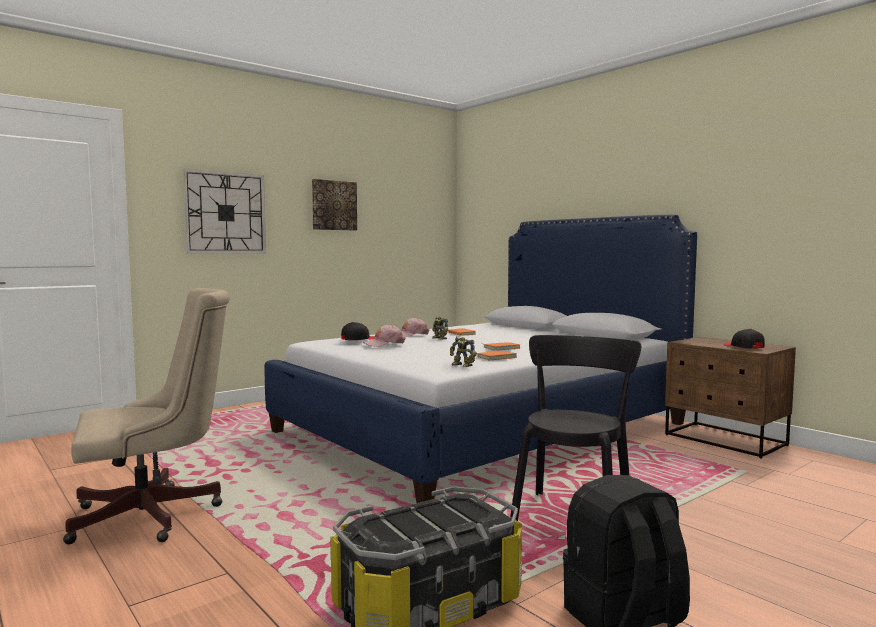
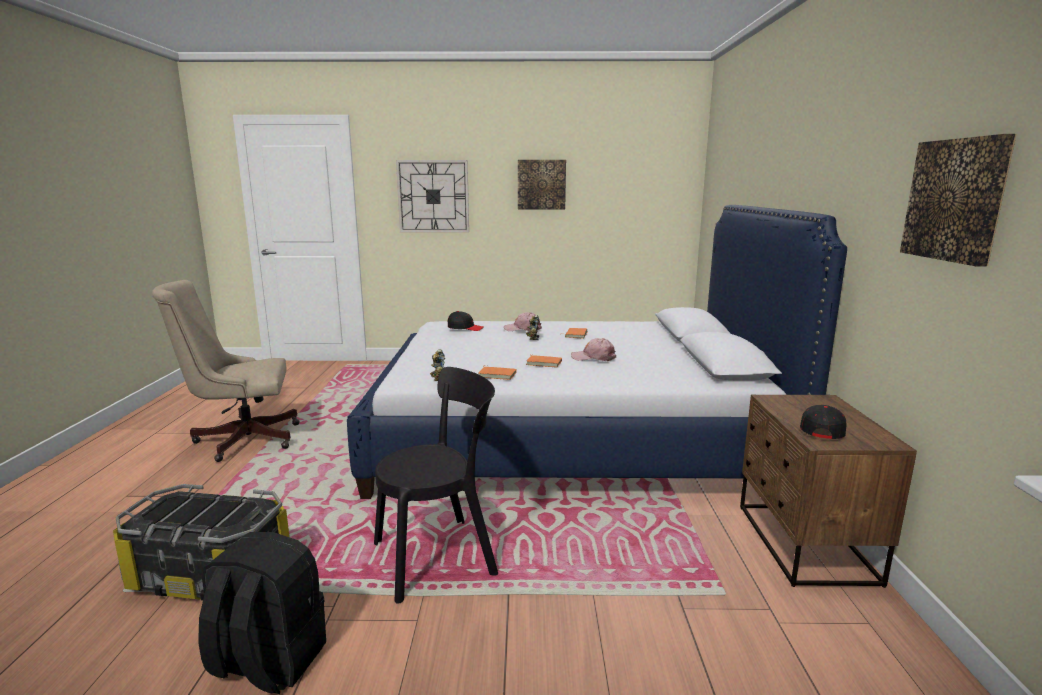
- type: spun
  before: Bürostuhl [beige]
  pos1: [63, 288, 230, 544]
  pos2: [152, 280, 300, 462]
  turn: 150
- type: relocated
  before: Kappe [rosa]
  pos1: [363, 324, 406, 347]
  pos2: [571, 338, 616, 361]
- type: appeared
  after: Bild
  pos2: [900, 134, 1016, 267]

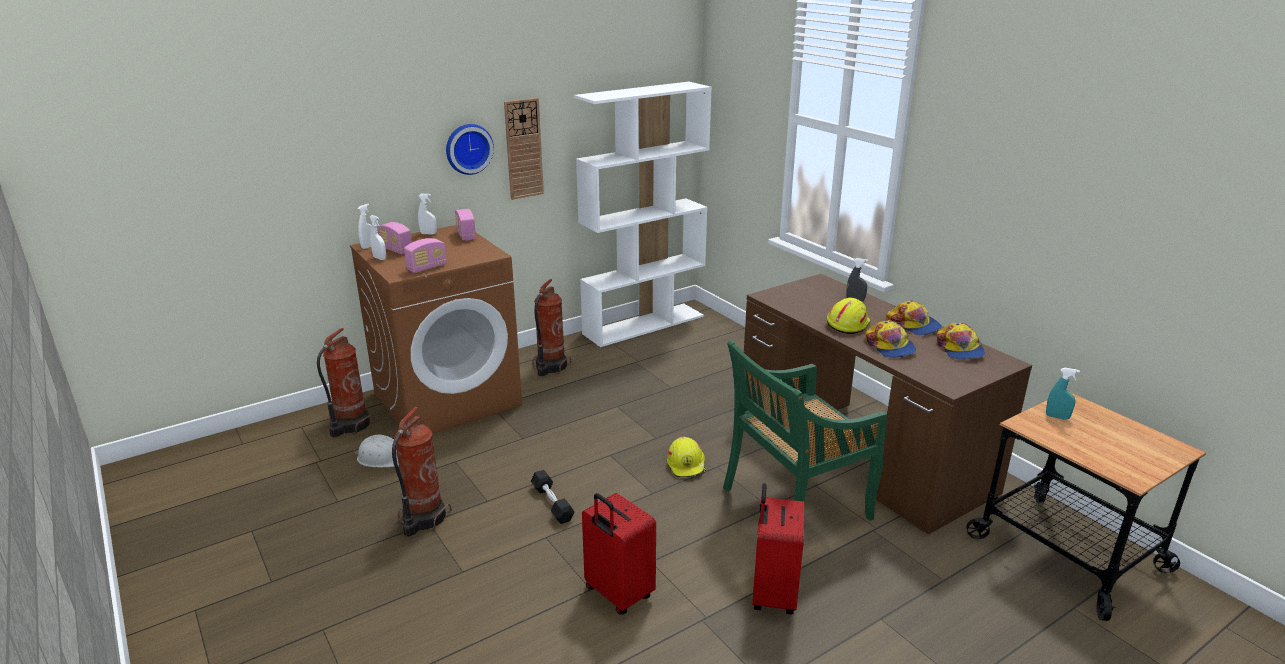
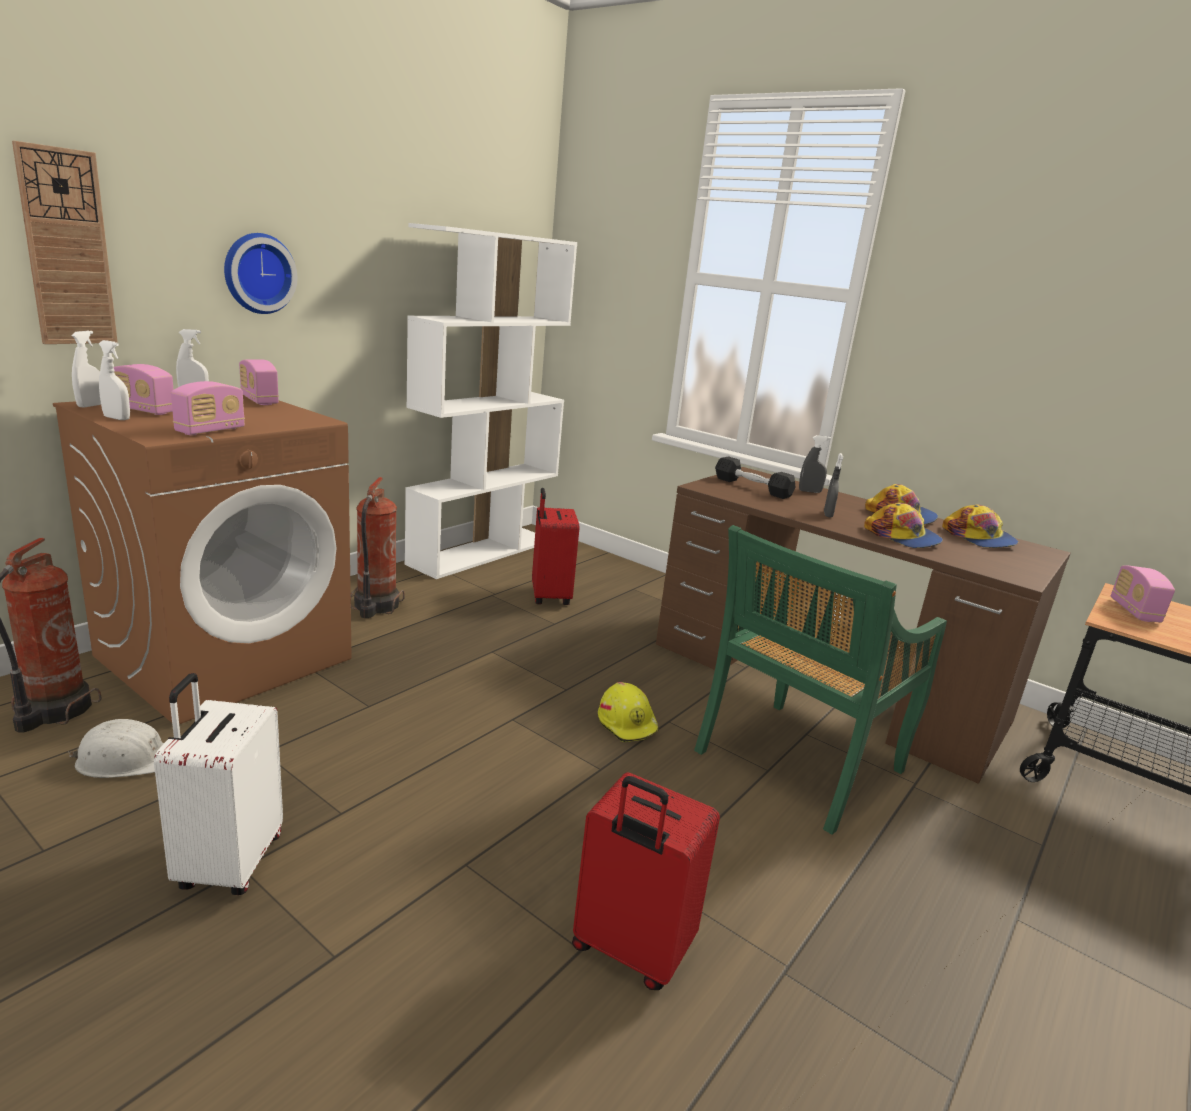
- type: relocated
  before: Wanduhr
  pos1: [504, 98, 544, 200]
  pos2: [12, 141, 118, 344]
- type: exchanged
  before: Schutzhelm [gelb]
  after: Sprühflasche [grau]
  pos1: [827, 298, 870, 334]
  pos2: [824, 453, 843, 518]
- type: exchanged
  before: Sprühflasche [türkis]
  after: Radio
  pos1: [1046, 368, 1080, 419]
  pos2: [1111, 565, 1175, 623]
- type: exchanged
  before: Feuerlöscher
  after: Koffer [weiß]
  pos1: [392, 407, 451, 536]
  pos2: [154, 673, 283, 895]
- type: relocated
  before: Hantel [schwarz]
  pos1: [531, 470, 575, 524]
  pos2: [715, 456, 795, 499]
- type: relocated
  before: Koffer [rot]
  pos1: [752, 483, 804, 614]
  pos2: [532, 488, 579, 605]

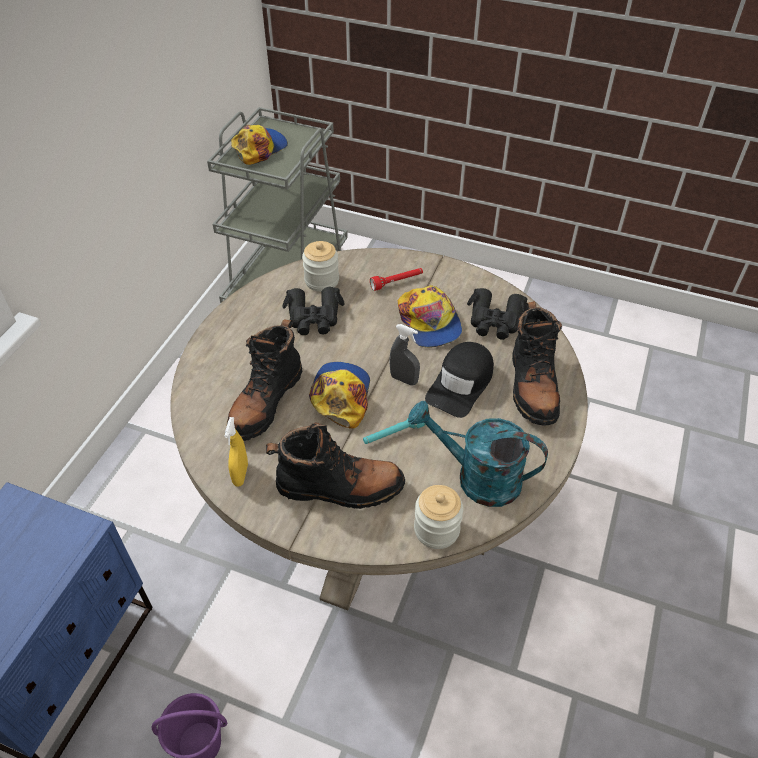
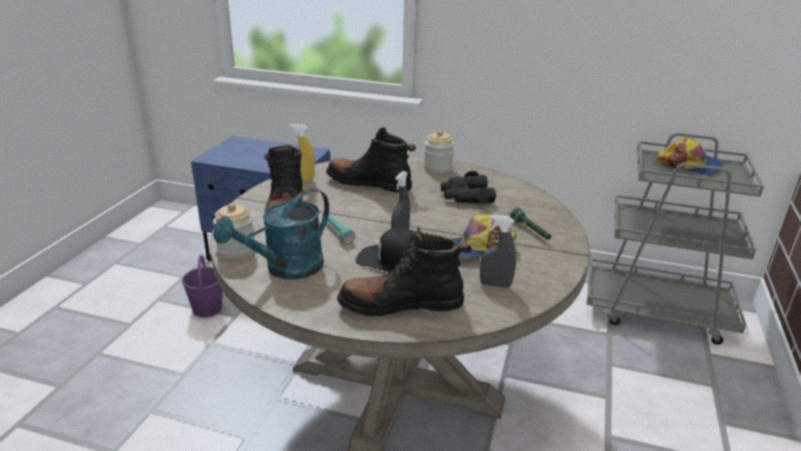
- type: relocated
  before: Vorratsglas
  pos1: [302, 241, 339, 292]
  pos2: [424, 130, 454, 173]
- type: colour
  before: Taschenlampe [rot]
  after: Taschenlampe [grün]
  pos1: [370, 268, 423, 291]
  pos2: [510, 208, 551, 240]
- type: exchanged
  before: Fernglas [schwarz]
  after: Sprühflasche [grau]
  pos1: [467, 288, 528, 340]
  pos2: [480, 215, 516, 288]
- type: missing
  before: Kappe
  pos1: [309, 362, 370, 429]
- type: spun
  before: Gießkanne [türkis]
  pos1: [408, 401, 548, 507]
  pos2: [213, 188, 329, 280]
  turn: -150

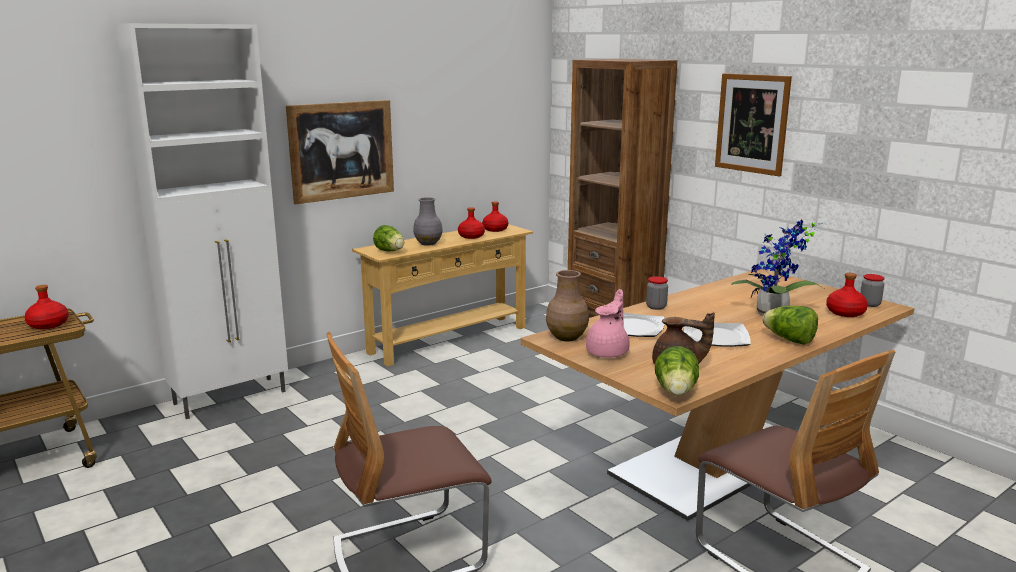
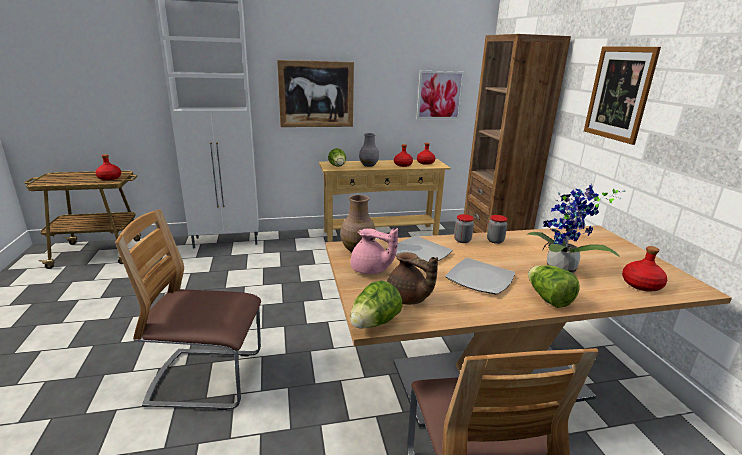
- type: relocated
  before: Vorratsglas
  pos1: [860, 274, 885, 307]
  pos2: [487, 215, 508, 244]
- type: spun
  before: Teekanne [rosa]
  pos1: [586, 289, 630, 358]
  pos2: [351, 228, 398, 274]
  turn: 60
- type: appeared
  after: Bild
  pos2: [416, 71, 464, 119]

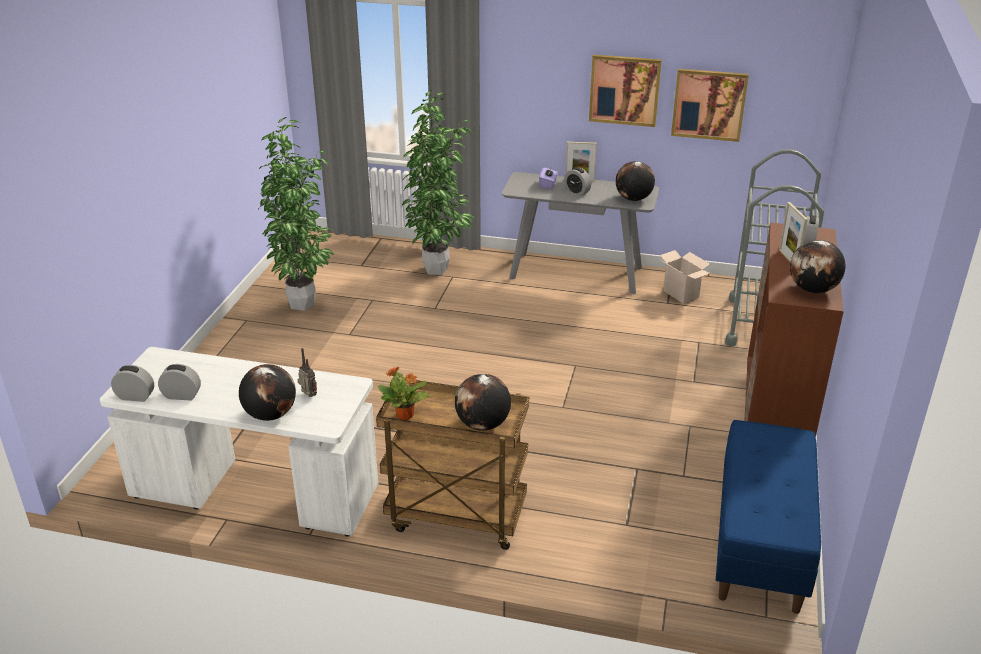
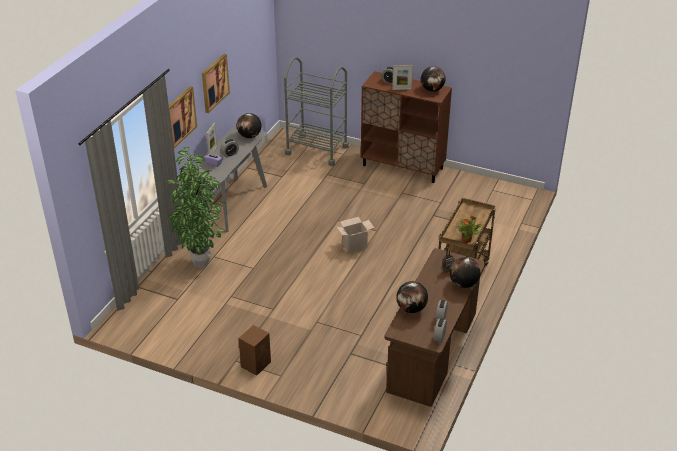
- type: relocated
  before: Bild
  pos1: [671, 69, 749, 142]
  pos2: [169, 86, 197, 149]
- type: missing
  before: Topfpflanze
  pos1: [258, 117, 334, 311]
- type: relocated
  before: Karton
  pos1: [660, 250, 710, 304]
  pos2: [337, 217, 374, 253]
- type: colour
  before: Schreibtisch [weiß]
  after: Schreibtisch [braun]
  pos1: [100, 347, 378, 536]
  pos2: [385, 248, 486, 407]
- type: relocated
  before: Globus
  pos1: [455, 374, 511, 431]
  pos2: [396, 281, 428, 313]
- type: missing
  before: Bank [blau]
  pos1: [716, 420, 821, 614]
- type: appeared
  after: Lautsprecher [braun]
  pos2: [238, 325, 271, 376]

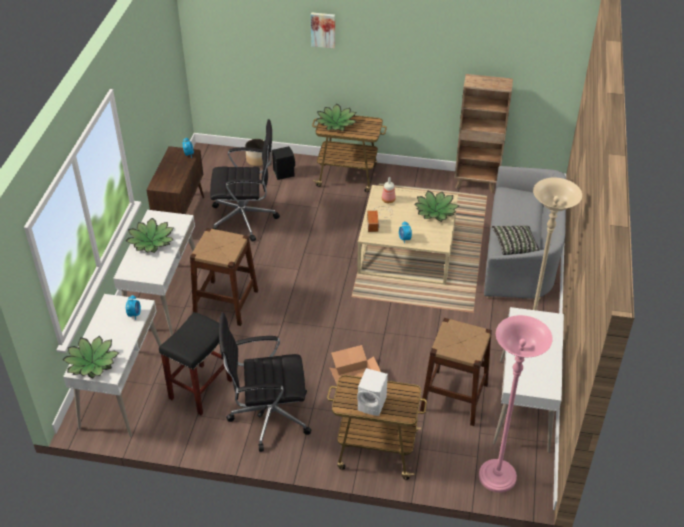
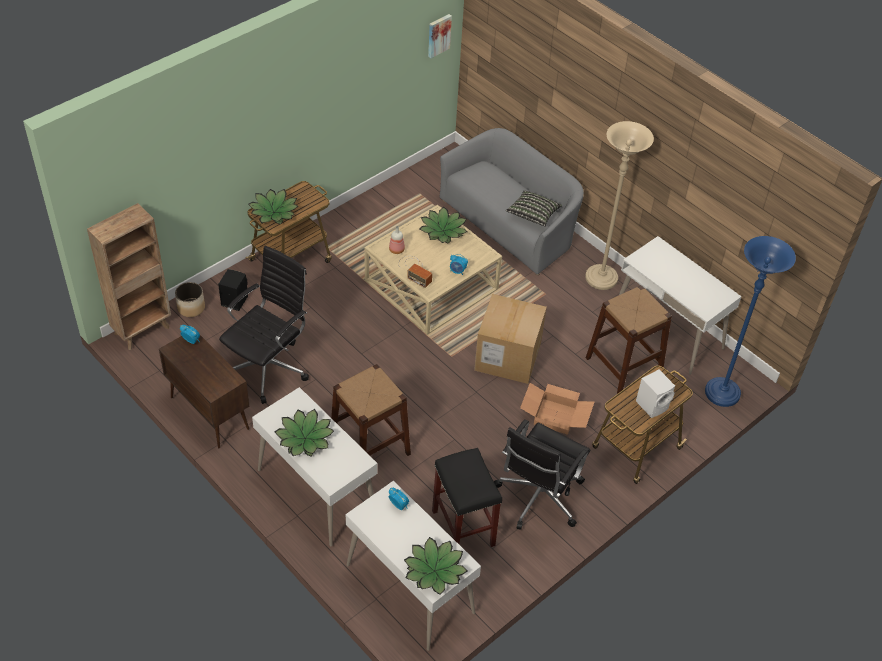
- type: relocated
  before: Bild
  pos1: [311, 12, 335, 49]
  pos2: [428, 14, 452, 58]
- type: relocated
  before: Bücherregal [braun]
  pos1: [454, 74, 513, 193]
  pos2: [87, 203, 171, 350]
- type: colour
  before: Stehlampe [rosa]
  after: Stehlampe [blau]
  pos1: [479, 315, 553, 493]
  pos2: [705, 236, 796, 407]
- type: appeared
  after: Karton
  pos2: [474, 294, 547, 384]

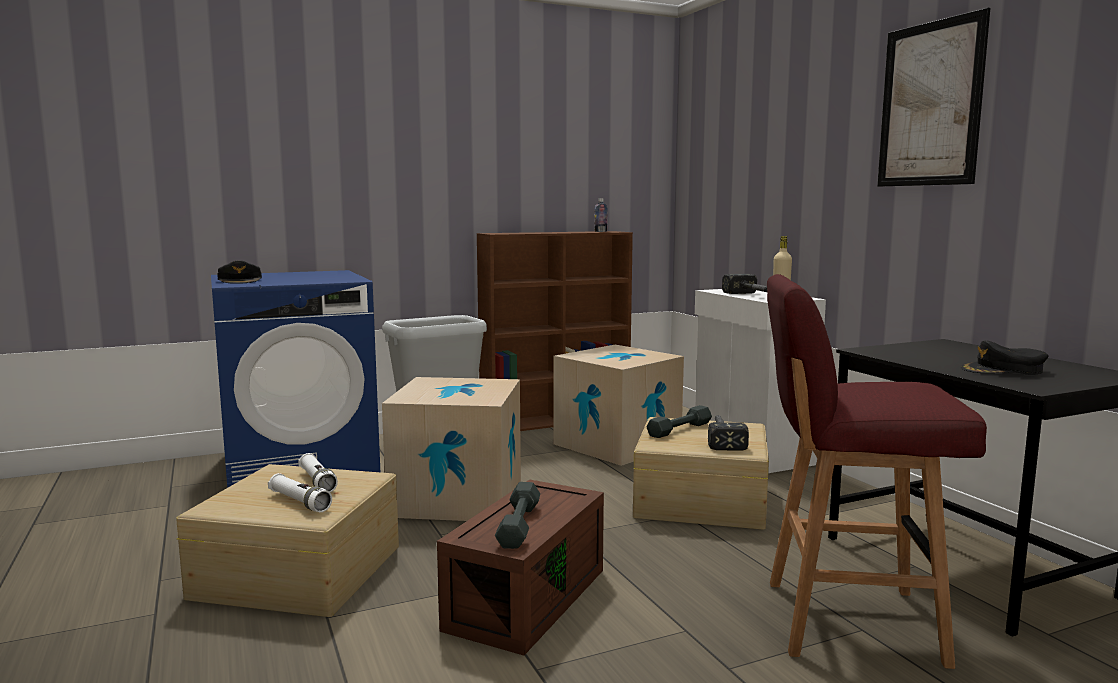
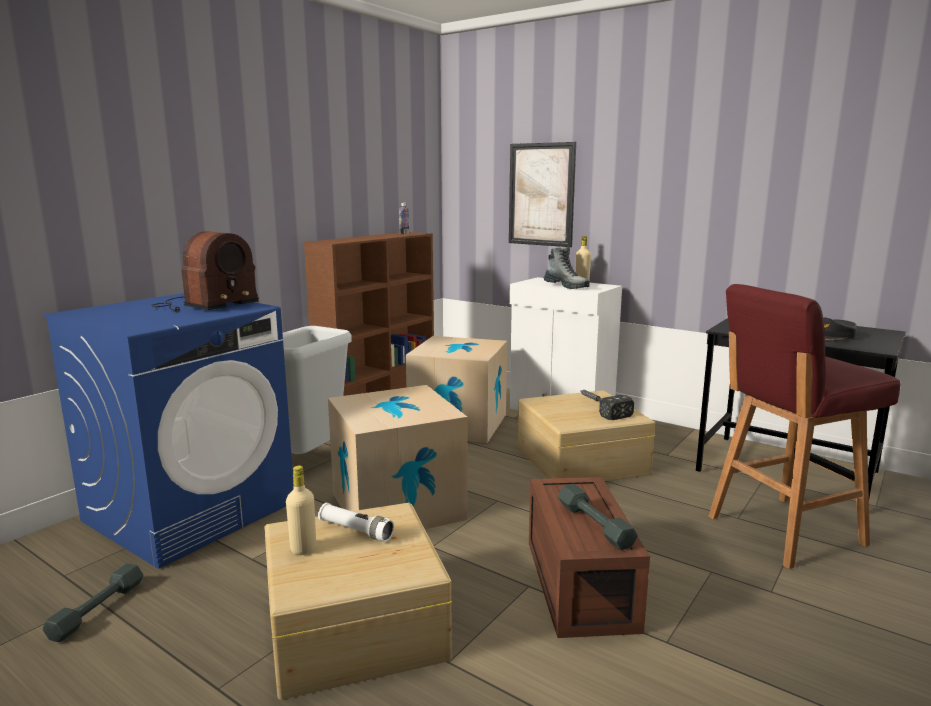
- type: relocated
  before: Bild
  pos1: [877, 8, 990, 187]
  pos2: [509, 142, 576, 247]
- type: missing
  before: Kappe [schwarz]
  pos1: [217, 260, 262, 284]
- type: exchanged
  before: Hammer
  after: Stiefel
  pos1: [722, 274, 767, 294]
  pos2: [544, 247, 590, 289]
- type: relocated
  before: Hantel [grau]
  pos1: [646, 405, 712, 438]
  pos2: [42, 563, 144, 642]
- type: missing
  before: Taschenlampe [weiß]
  pos1: [268, 473, 332, 512]
- type: appeared
  after: Radio
  pos2: [151, 231, 259, 312]
- type: appeared
  after: Flasche [beige]
  pos2: [286, 466, 316, 555]

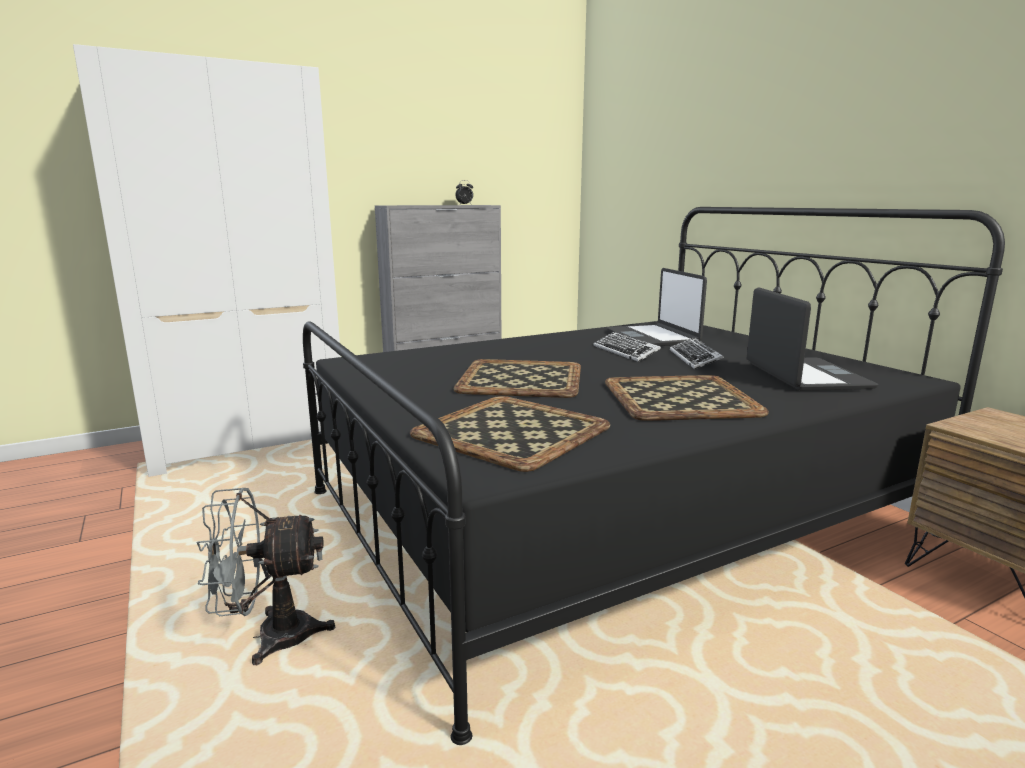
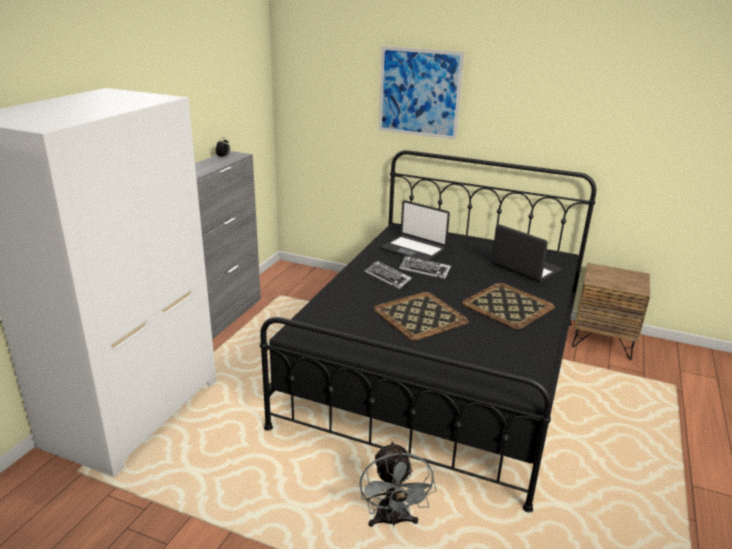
- type: relocated
  before: Tastatur
  pos1: [670, 337, 724, 369]
  pos2: [365, 261, 412, 289]
- type: missing
  before: Tablett
  pos1: [410, 396, 610, 472]
- type: spun
  before: Ventilator [grau]
  pos1: [197, 488, 336, 665]
  pos2: [360, 441, 437, 527]
  turn: -45
- type: appeared
  after: Bild
  pos2: [379, 46, 464, 140]

